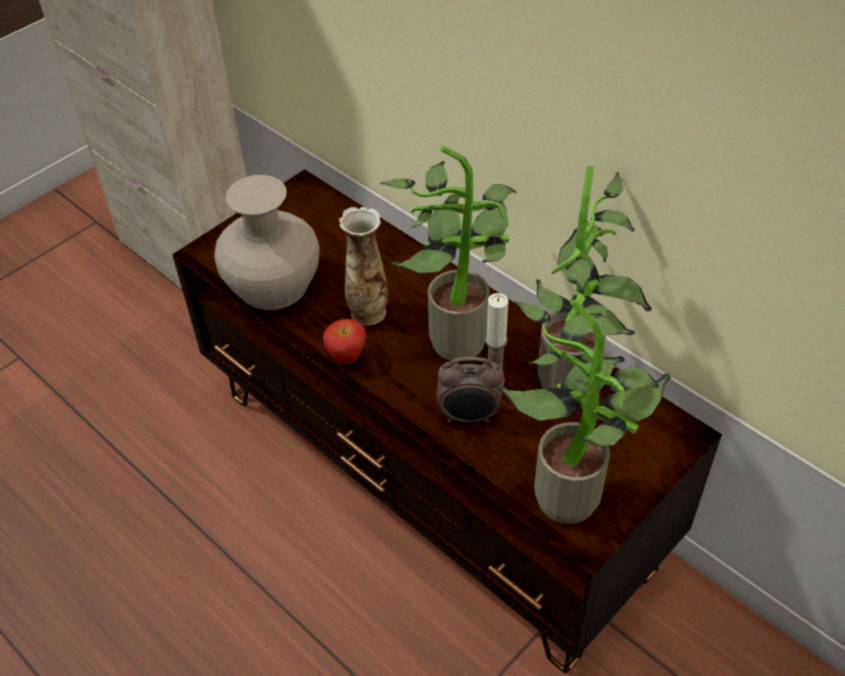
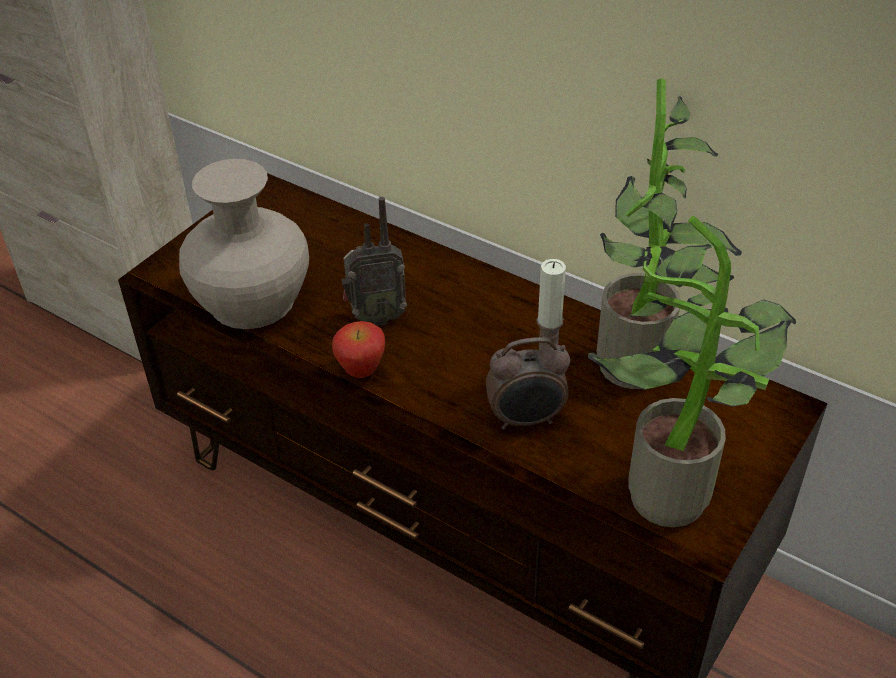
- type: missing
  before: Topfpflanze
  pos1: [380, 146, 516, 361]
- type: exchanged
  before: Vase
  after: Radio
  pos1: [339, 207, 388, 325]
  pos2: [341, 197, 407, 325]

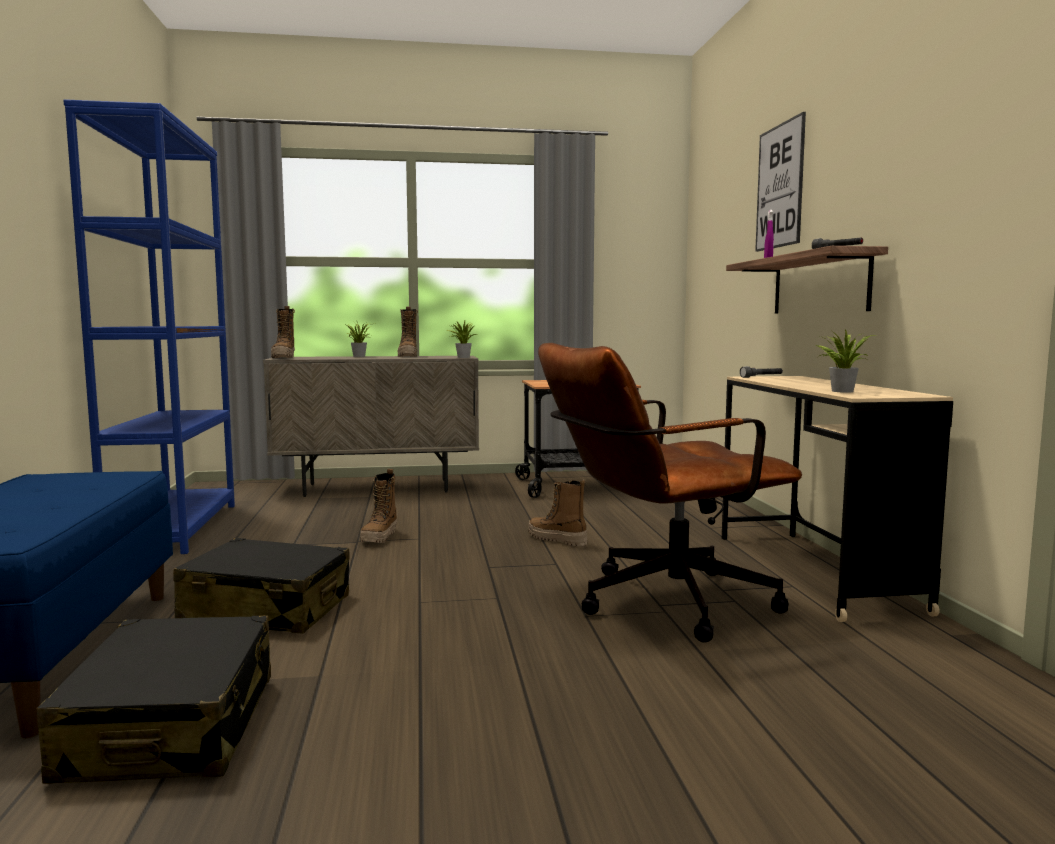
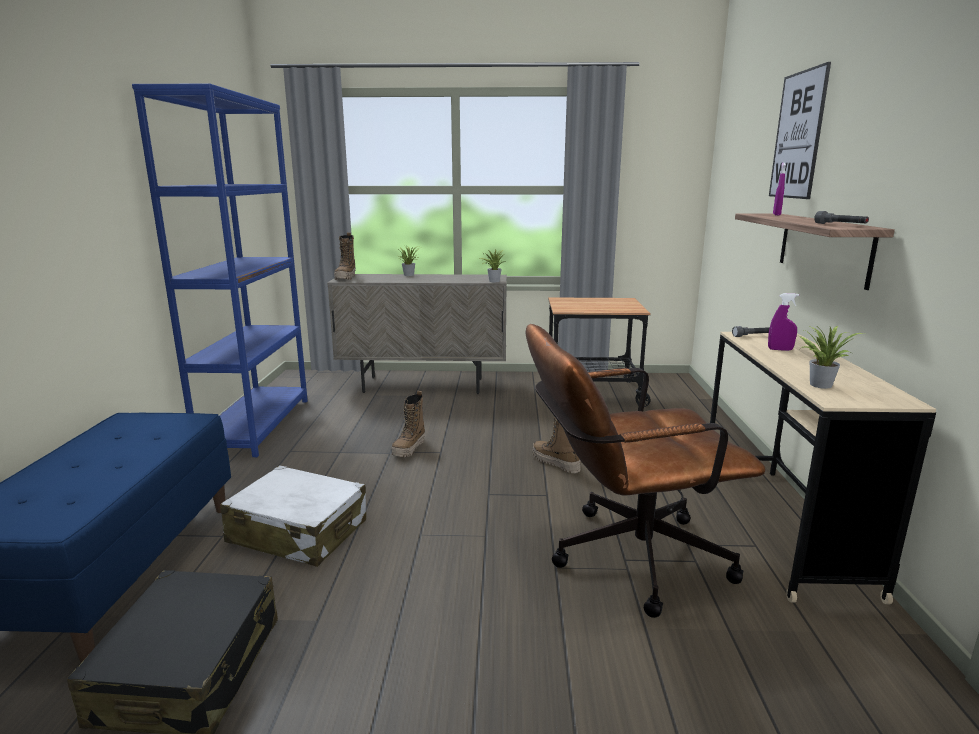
- type: missing
  before: Stiefel
  pos1: [398, 306, 418, 357]
- type: colour
  before: Koffer [schwarz]
  after: Koffer [weiß]
  pos1: [173, 538, 350, 633]
  pos2: [220, 465, 366, 567]
- type: appeared
  after: Sprühflasche [lila]
  pos2: [768, 293, 799, 351]

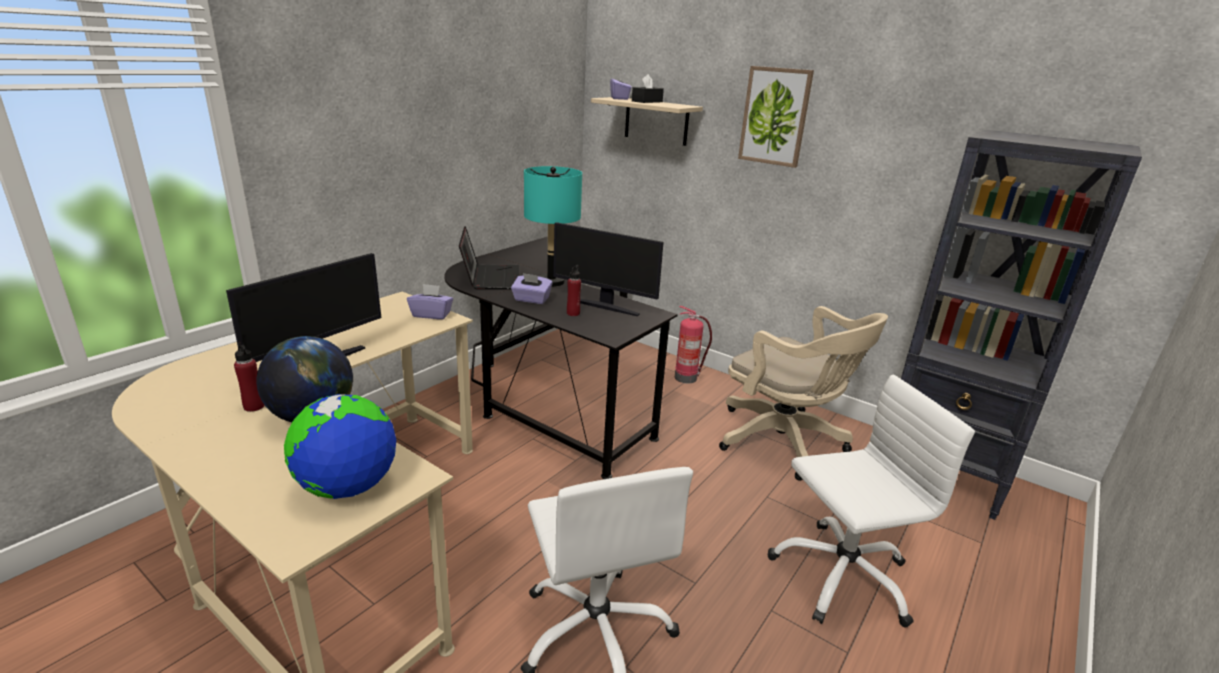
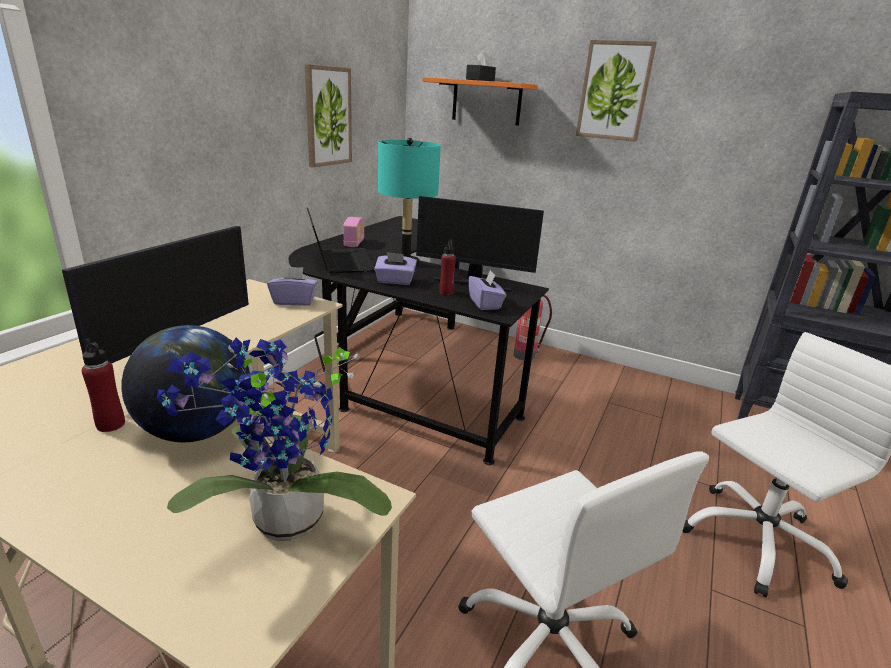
- type: relocated
  before: Taschentuchbox [lila]
  pos1: [610, 74, 632, 100]
  pos2: [469, 269, 506, 310]
- type: colour
  before: Wandregal [beige]
  after: Wandregal [orange]
  pos1: [591, 97, 703, 146]
  pos2: [422, 77, 537, 126]
- type: missing
  before: Bürostuhl [beige]
  pos1: [719, 306, 888, 481]
- type: exchanged
  before: Globus
  after: Topfpflanze
  pos1: [284, 394, 396, 499]
  pos2: [157, 337, 392, 541]
- type: appeared
  after: Bild
  pos2: [305, 64, 352, 167]
- type: appeared
  after: Radio
  pos2: [343, 217, 364, 247]

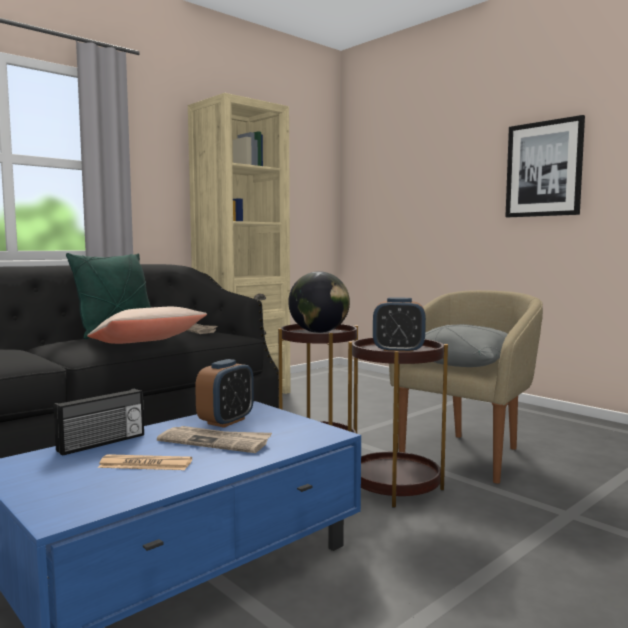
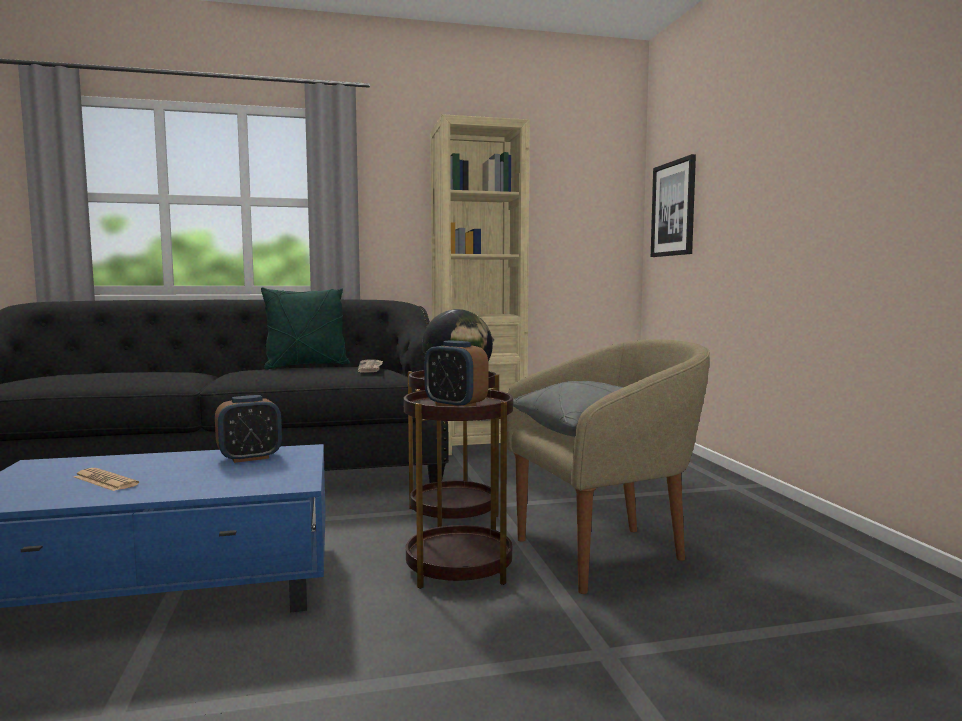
- type: relocated
  before: Bild
  pos1: [505, 115, 585, 217]
  pos2: [651, 154, 696, 257]
- type: missing
  before: Kissen [beige]
  pos1: [87, 307, 207, 344]
- type: missing
  before: Radio
  pos1: [54, 389, 144, 456]
- type: missing
  before: Zeitung
  pos1: [157, 426, 272, 453]

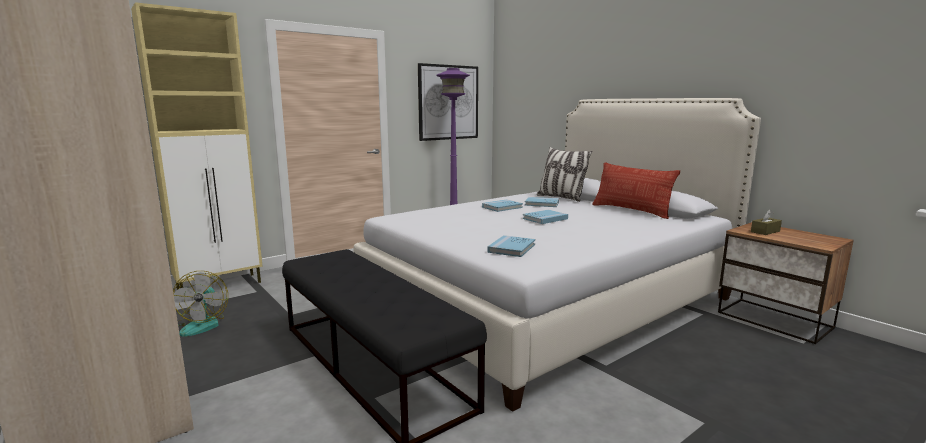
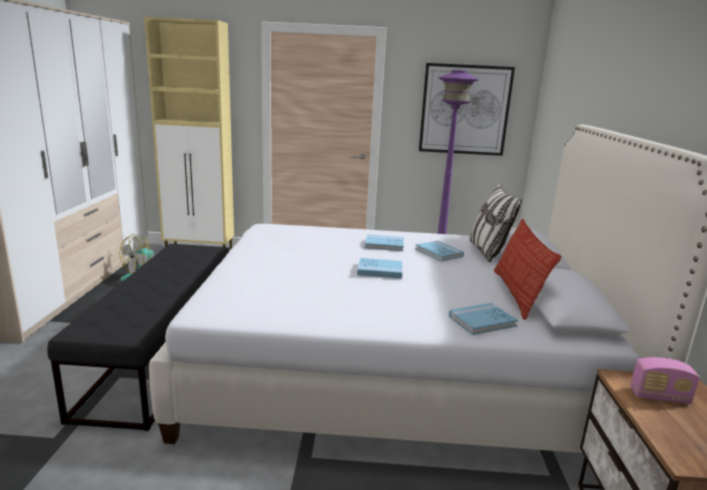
- type: exchanged
  before: Taschentuchbox [braun]
  after: Radio
  pos1: [751, 209, 782, 235]
  pos2: [630, 357, 700, 404]
- type: relocated
  before: Buch [blau]
  pos1: [488, 235, 535, 257]
  pos2: [448, 303, 518, 335]

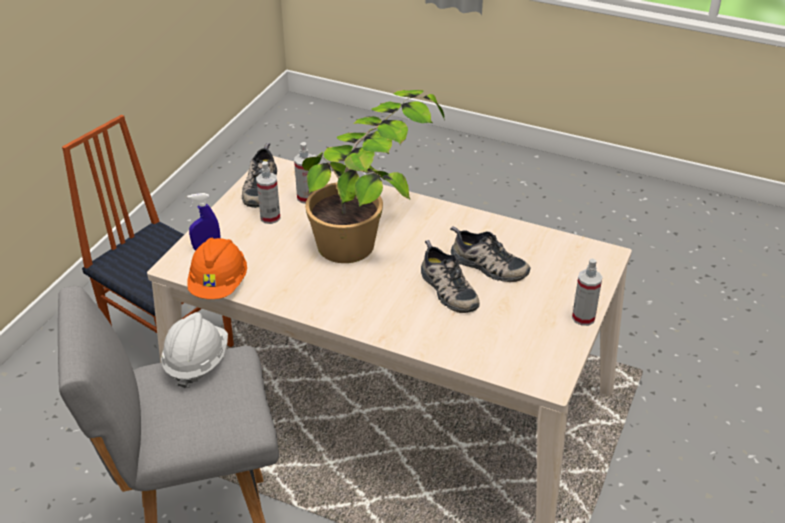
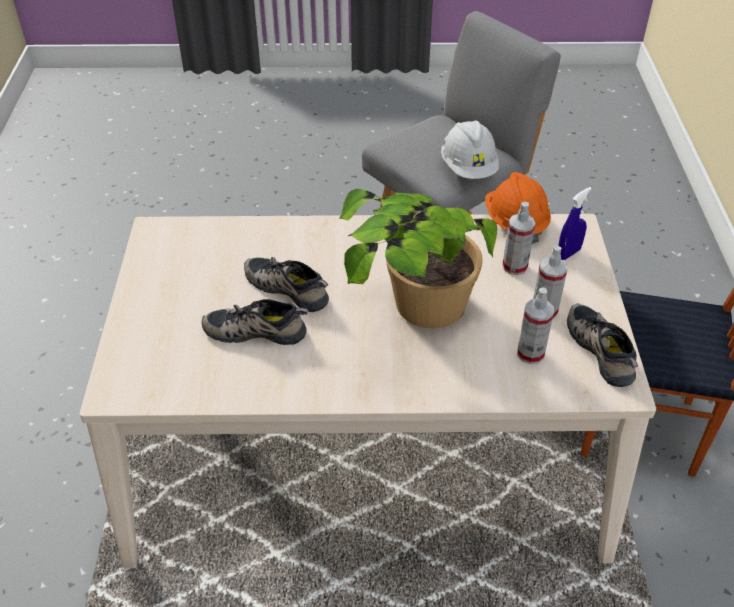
- type: relocated
  before: Sprühflasche
  pos1: [572, 259, 602, 326]
  pos2: [503, 202, 535, 275]

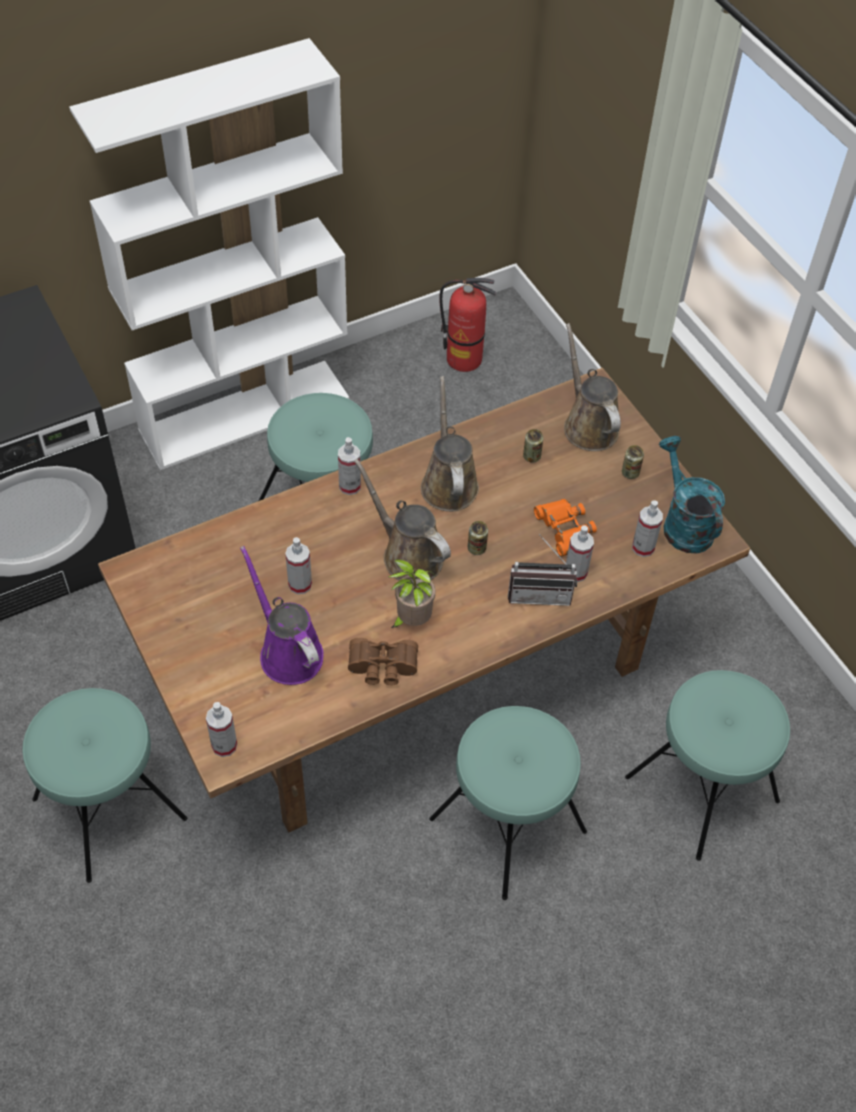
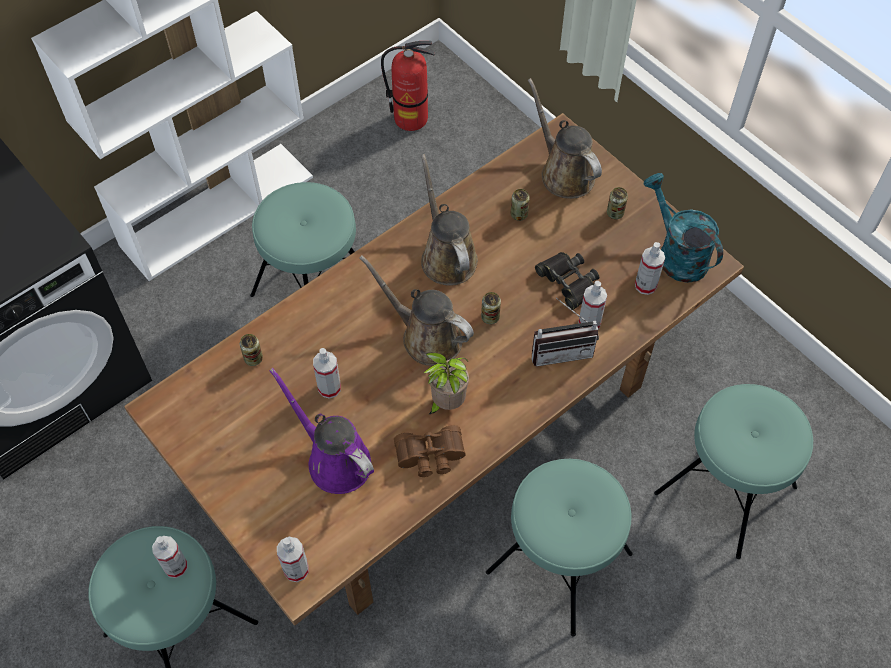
- type: relocated
  before: Sprühflasche
  pos1: [338, 437, 361, 495]
  pos2: [152, 536, 187, 578]
- type: colour
  before: Fernglas [orange]
  after: Fernglas [schwarz]
  pos1: [534, 499, 597, 557]
  pos2: [535, 252, 599, 310]
- type: appeared
  after: Dose
  pos2: [240, 334, 263, 366]

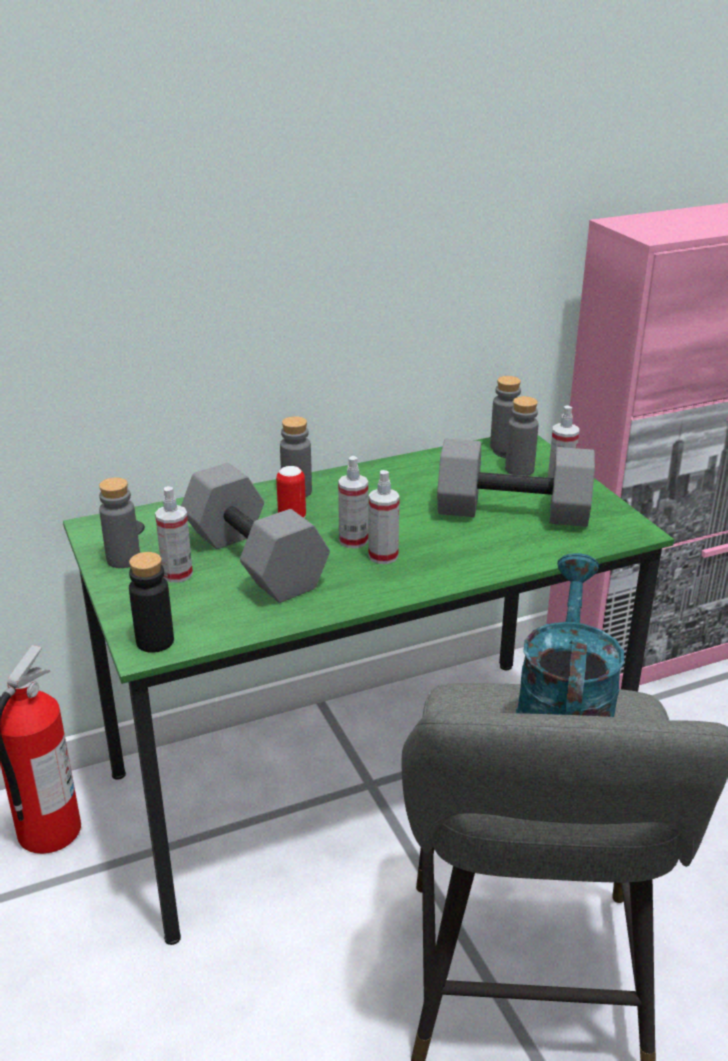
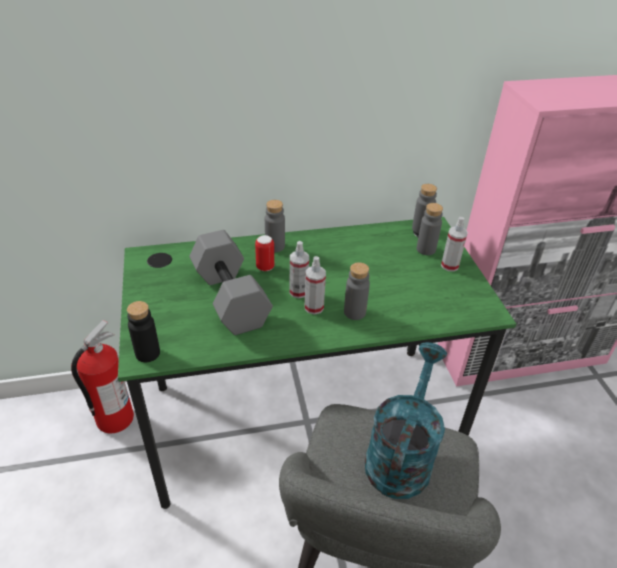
- type: missing
  before: Hantel [grau]
  pos1: [437, 439, 595, 527]
- type: relocated
  before: Flasche [grau]
  pos1: [99, 477, 140, 568]
  pos2: [344, 262, 370, 320]
- type: missing
  before: Sprühflasche
  pos1: [155, 486, 193, 583]

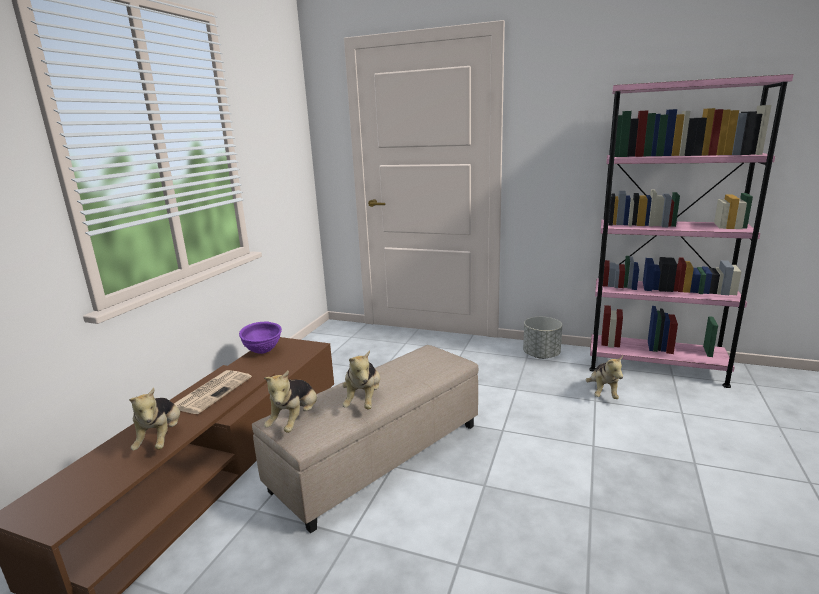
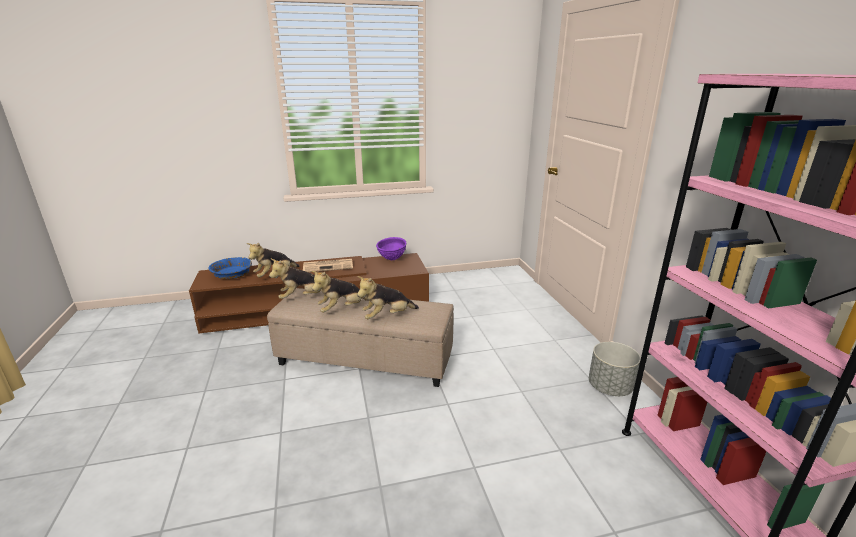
- type: relocated
  before: Plüschtier
  pos1: [586, 356, 623, 399]
  pos2: [357, 276, 419, 319]
- type: appeared
  after: Schüssel [blau]
  pos2: [208, 257, 252, 279]

